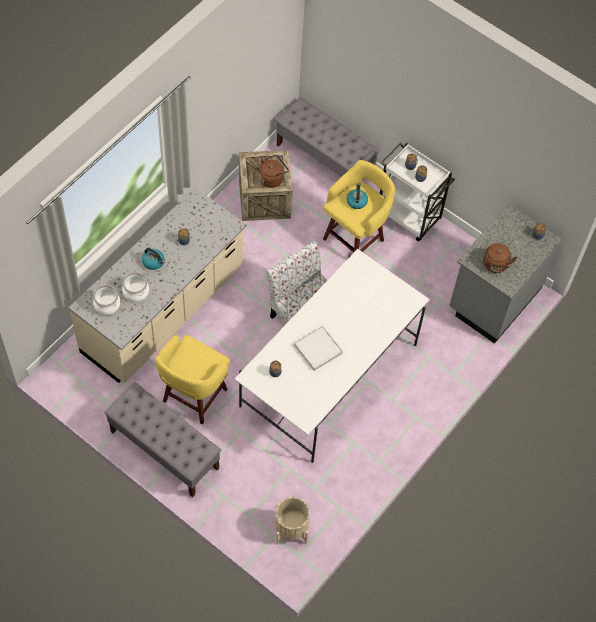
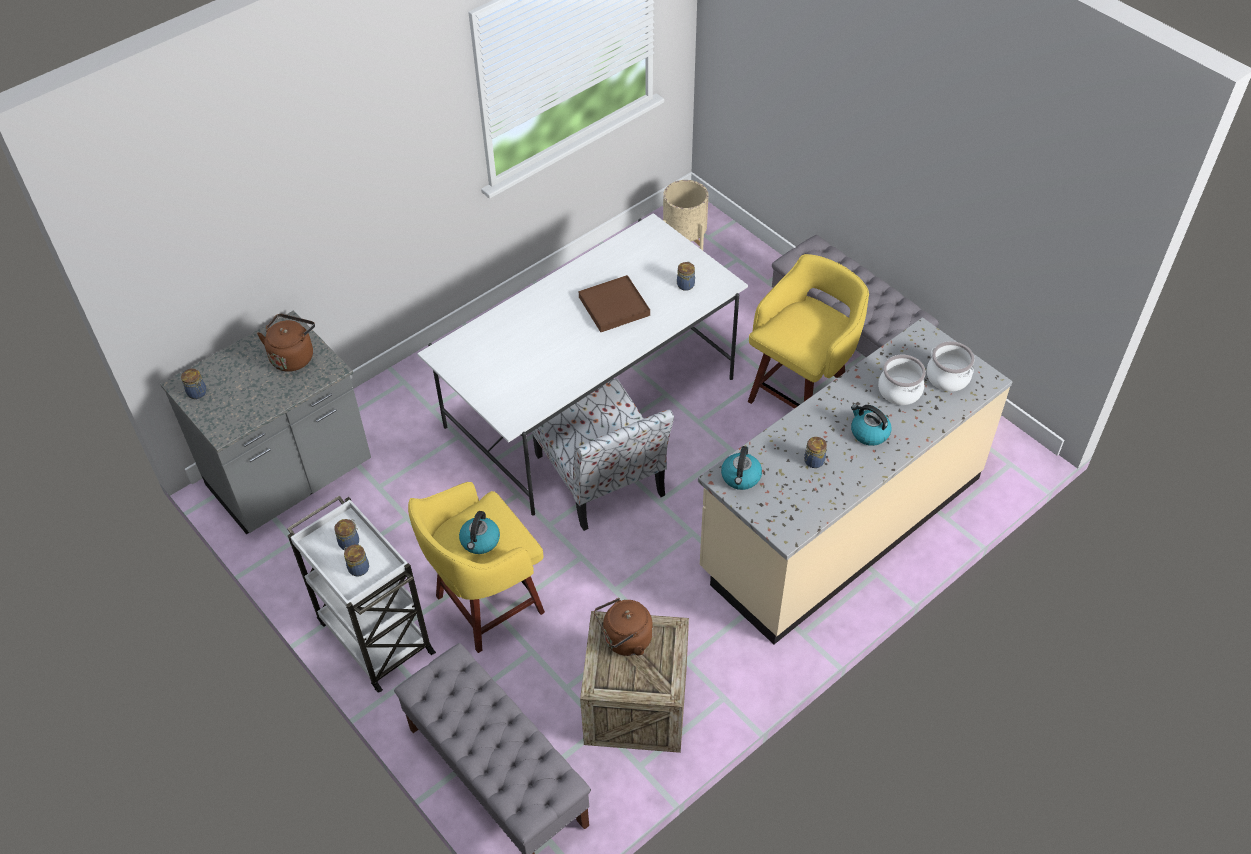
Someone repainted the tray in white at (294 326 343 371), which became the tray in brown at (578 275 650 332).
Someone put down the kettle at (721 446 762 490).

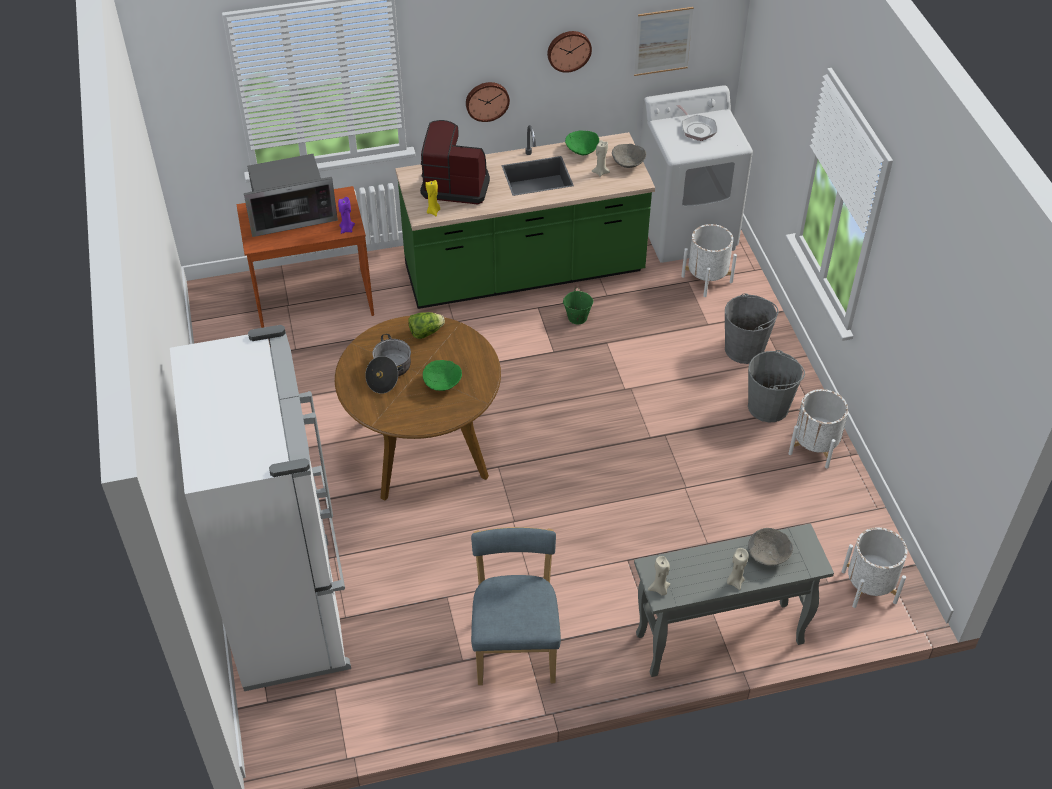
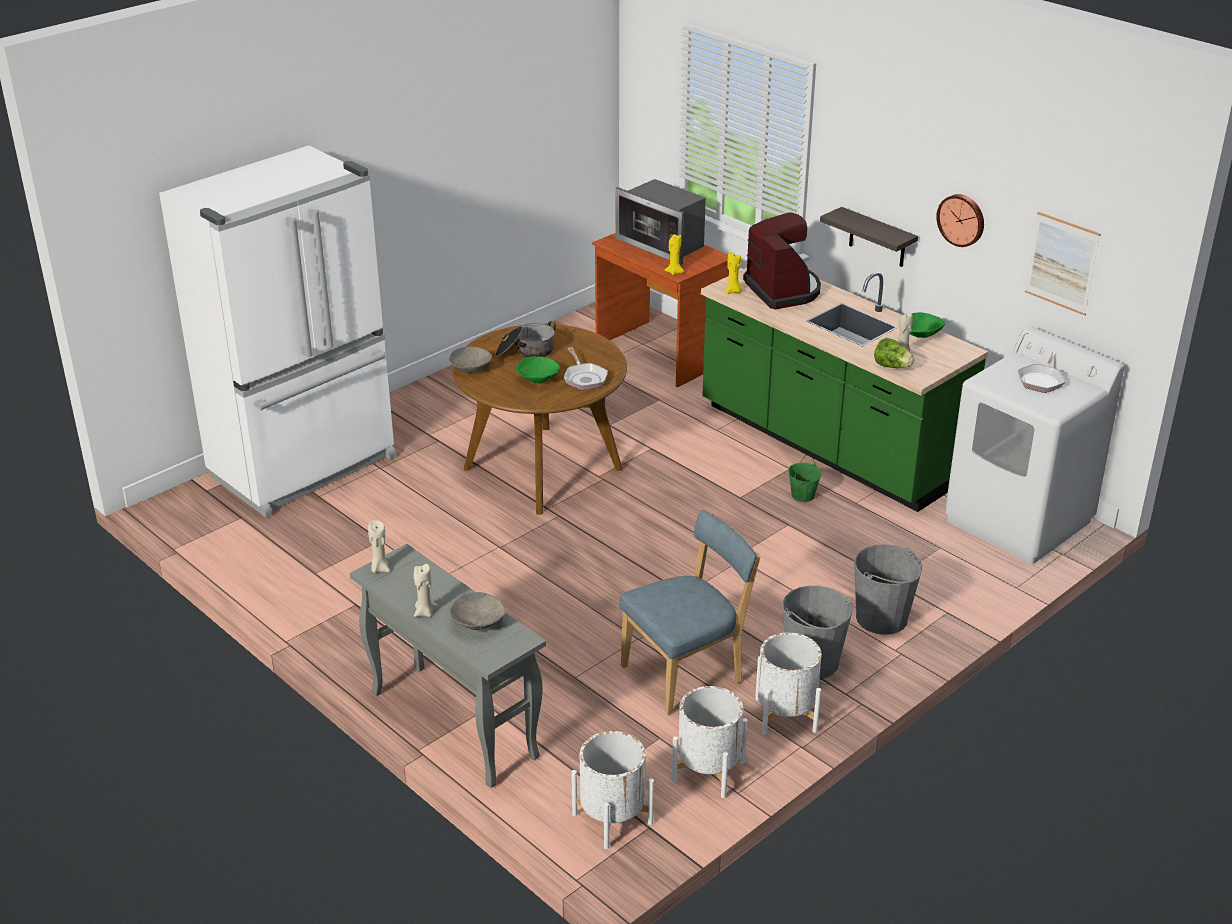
Someone swapped the wall clock at (466 82 510 122) for the shelf at (820 207 918 267).
Someone carried the bowl in grey from (612 144 646 168) to (449 347 492 373).
Someone repainted the candle in purple at (338 197 355 234), which became the candle in yellow at (664 234 684 275).
Someone carried the planter in white from (681 224 737 297) to (672 686 748 798).
Someone carried the lettuce from (408 312 445 339) to (874 338 914 368).
Someone carried the chair in blue from (471 527 561 685) to (619 510 760 715).
Someone put down the frying pan at (564 347 608 390).

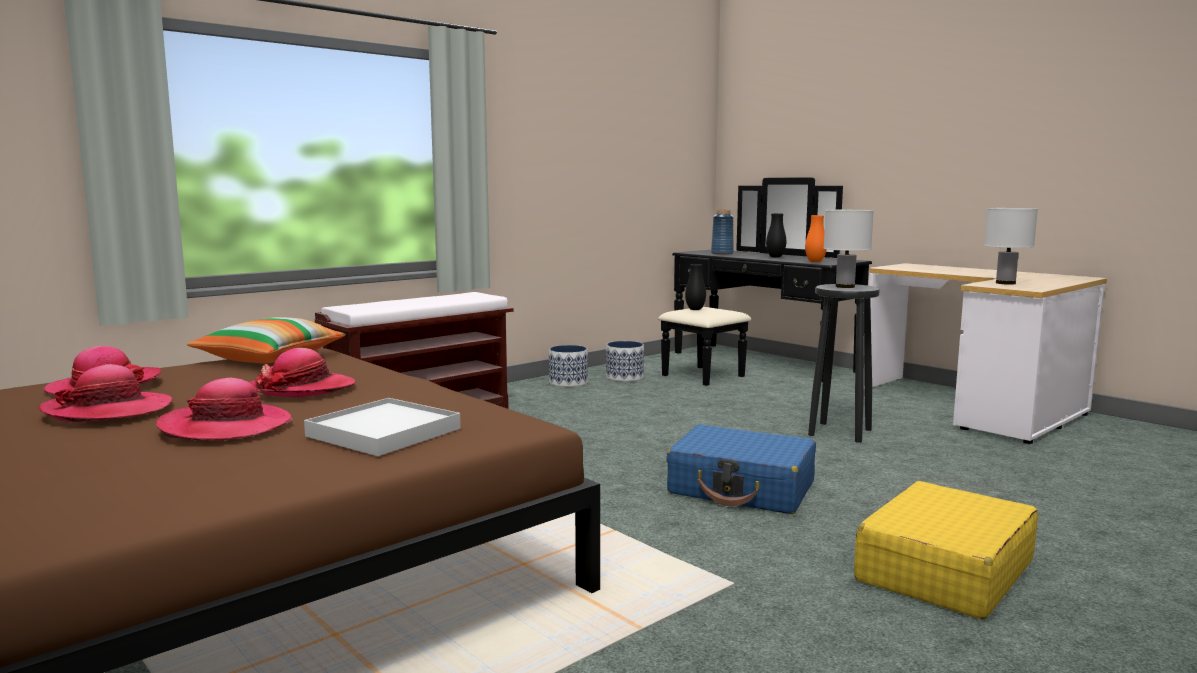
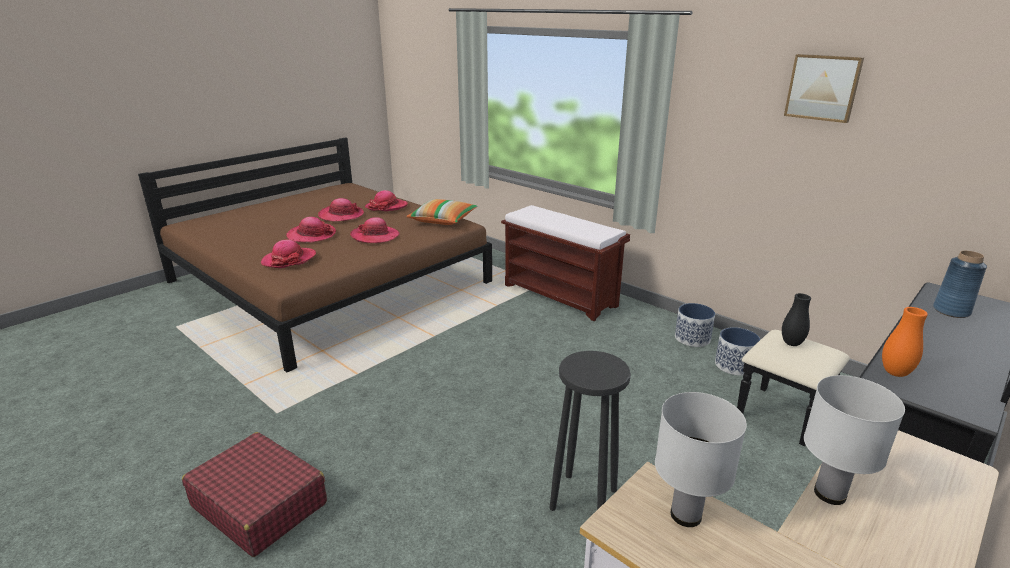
Someone carried the table lamp in white from (823 210 874 288) to (804 375 905 505).
Someone took away the vase in black at (766 213 786 257).
Someone swapped the tray in white at (304 398 461 456) for the hat at (261 239 316 268).
Someone took away the suitcase in blue at (666 424 816 514).
Someone repainted the suitcase in yellow at (854 481 1038 620), which became the suitcase in red at (182 432 327 557).
Someone put up the picture at (784 54 864 123).

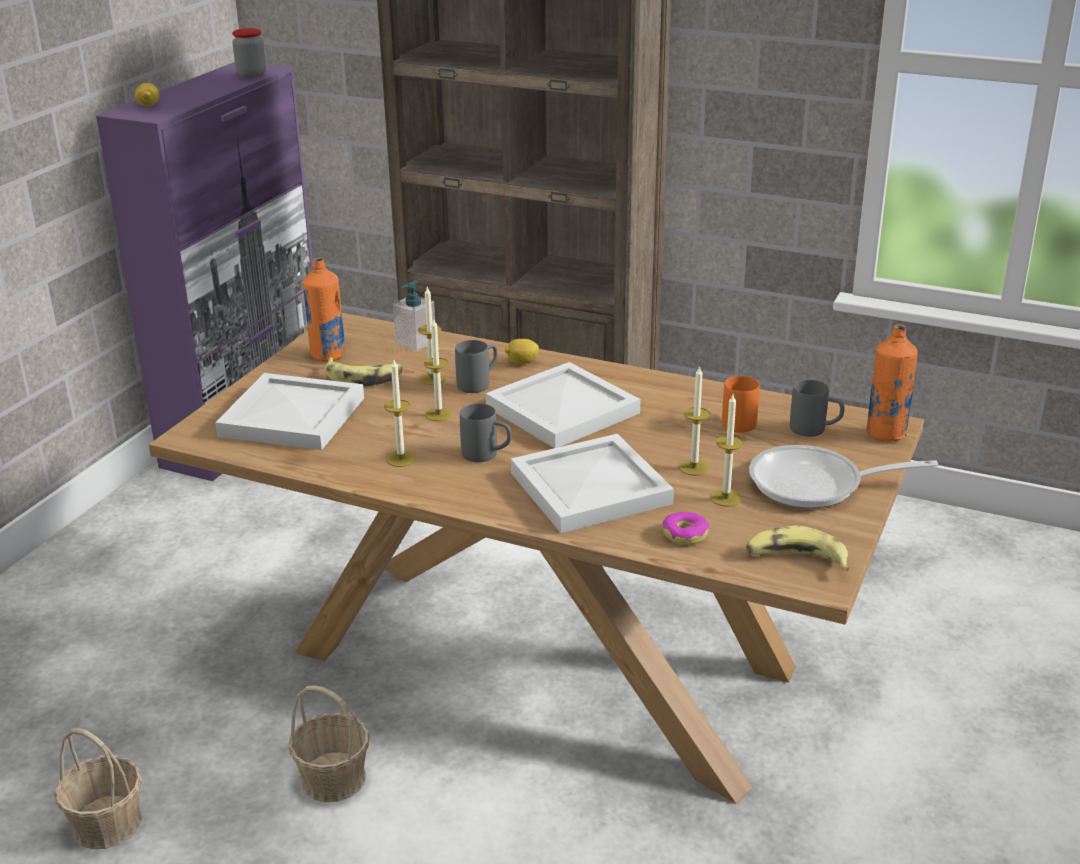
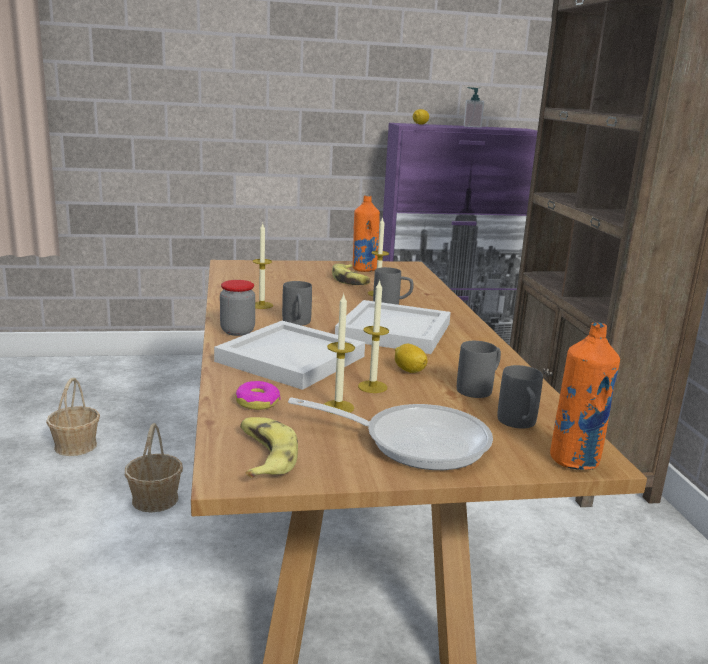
Someone carried the jar from (232 28 266 78) to (220 280 255 336).
Someone carried the soap dispenser from (393 280 435 351) to (464 87 484 128).
Someone took away the candle at (424 319 453 421).
Someone carried the lemon from (505 339 539 364) to (395 344 427 373).
Someone took away the tray in white at (215 373 364 450).
Someone repainted the mug in orange at (722 376 760 433), which became the mug in grey at (457 341 501 398).
Someone rotated the frying pan at (749 445 938 508) by 135 degrees clockwise.

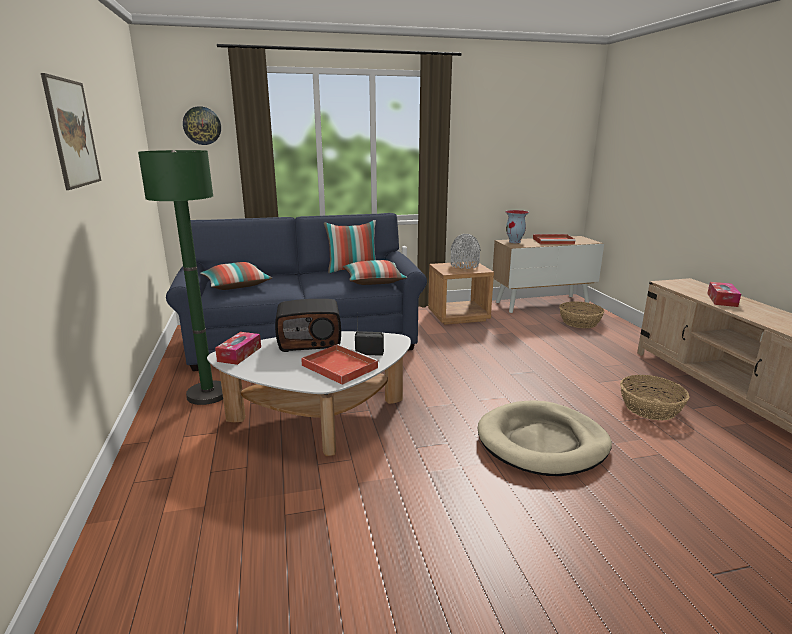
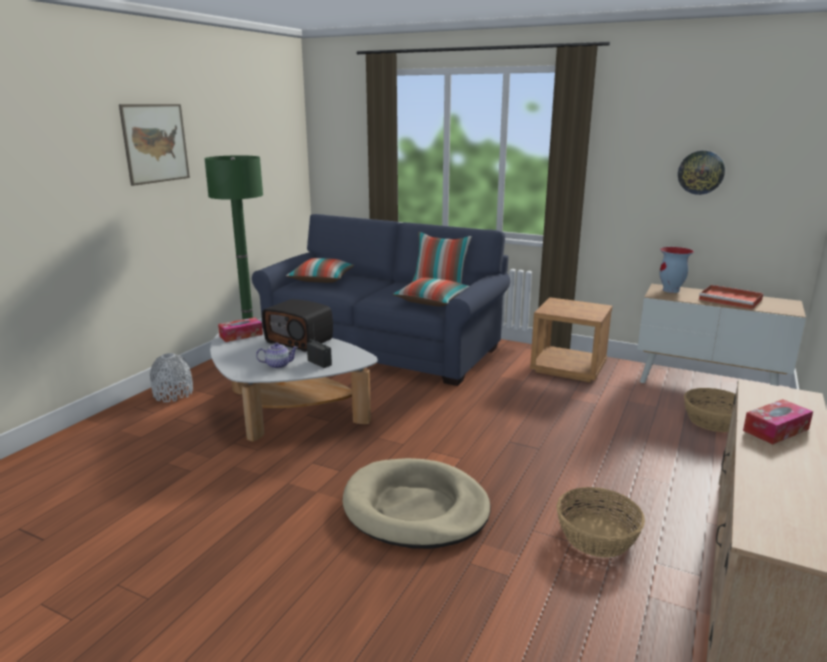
Someone carried the wall clock from (183 106 221 145) to (678 150 725 195).
Someone carried the vase in grey from (450 234 481 269) to (150 353 193 402).
Someone swapped the tray in red at (301 344 379 385) for the teapot at (256 342 298 369).

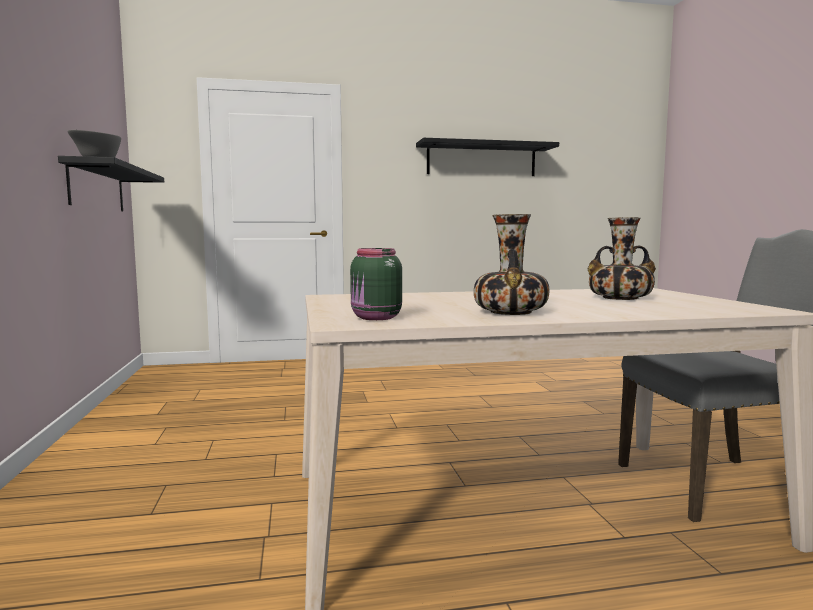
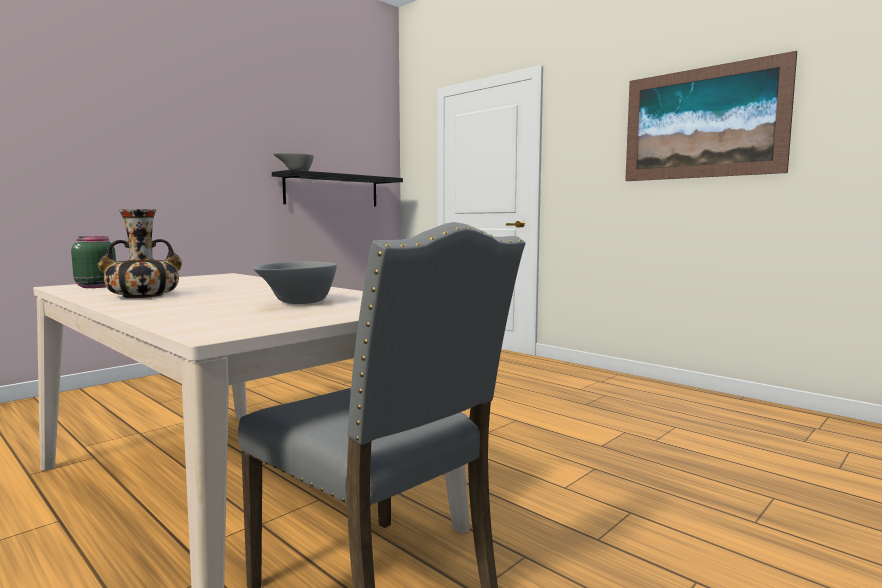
Someone swapped the shelf in black at (416 138 559 176) for the picture at (625 51 797 181).
Someone swapped the vase at (588 217 656 300) for the bowl in grey at (253 261 337 304).

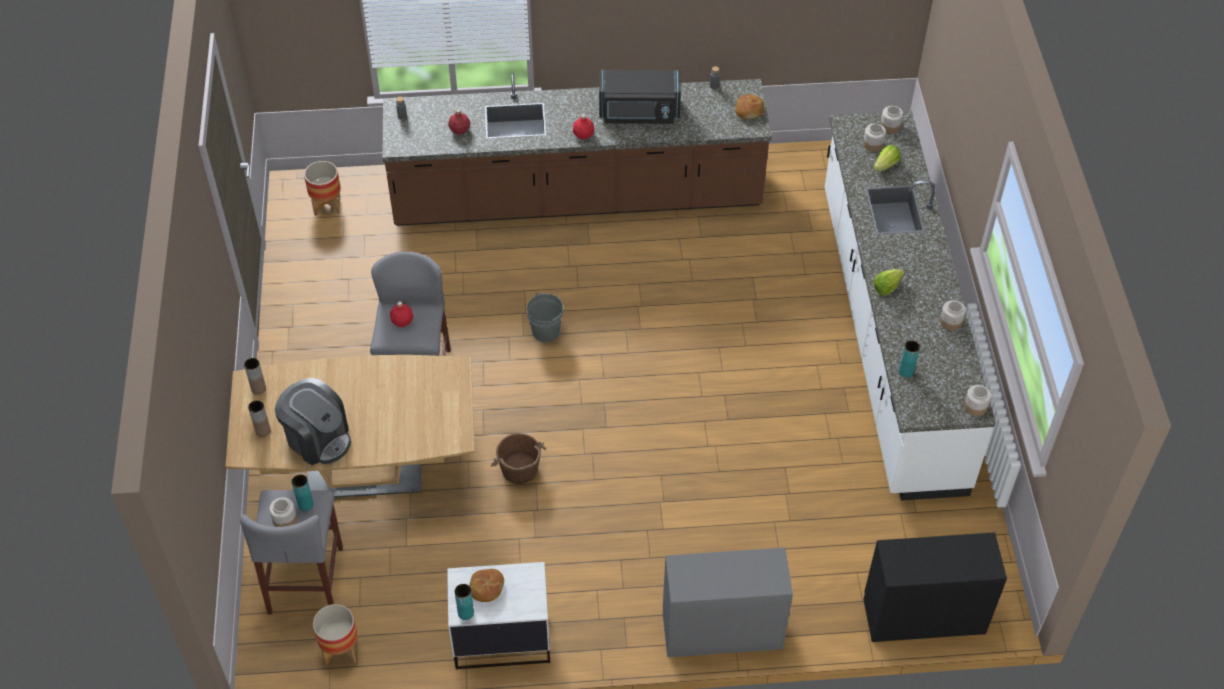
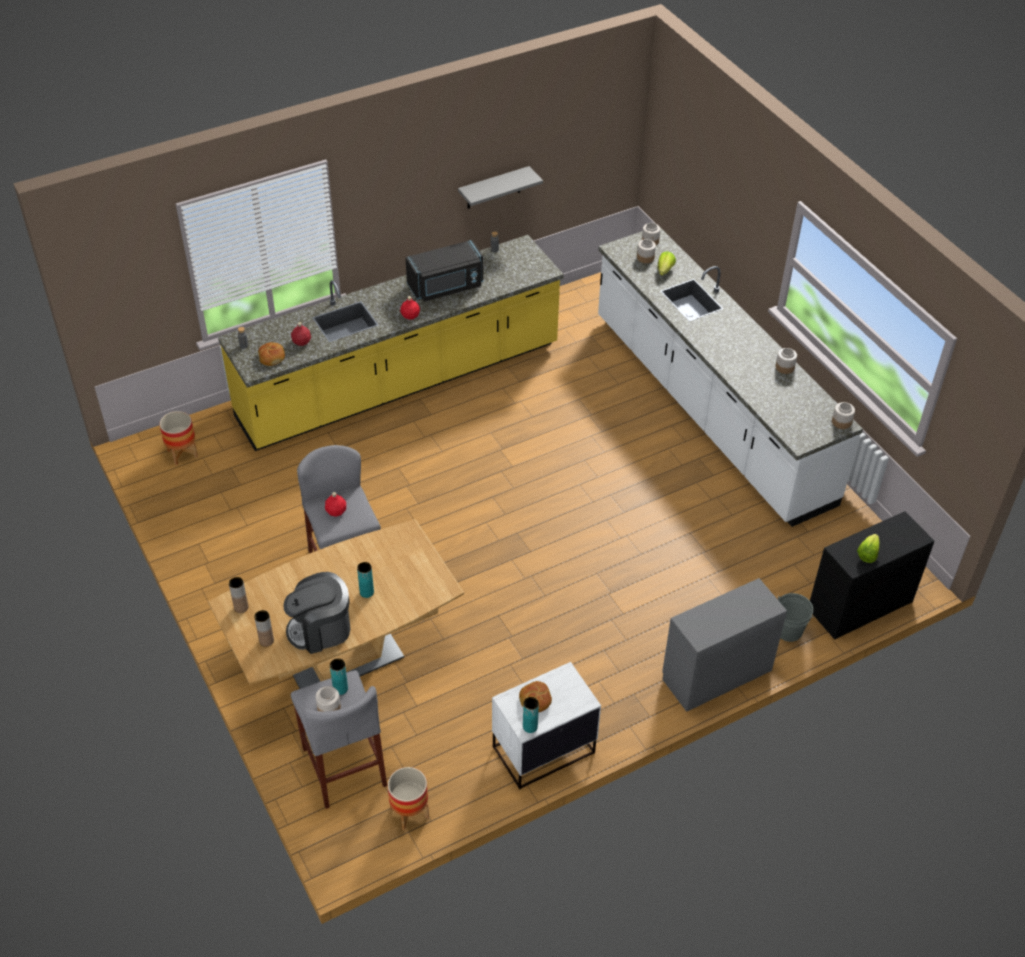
Someone repainted the counter in brown at (382 73 772 226), which became the counter in yellow at (218 235 564 451).
Someone carried the bread from (735 94 764 119) to (258 342 285 366).
Someone carried the lettuce from (873 269 905 296) to (857 534 879 563).
Someone carried the bucket in grey from (527 292 563 342) to (778 593 814 642).
Someone carried the vase in turquoise from (899 340 920 378) to (357 562 374 598).
Someone rotated the coffee machine at (275 378 351 465) by 150 degrees clockwise.
Someone took away the bucket in brown at (491 433 546 484).
Someone put up the shelf in grey at (458 166 543 209).

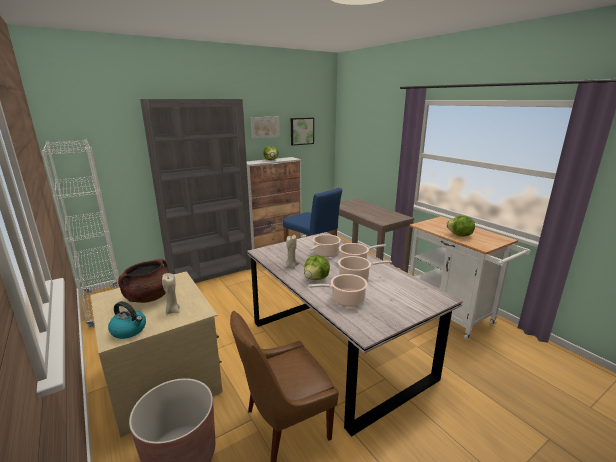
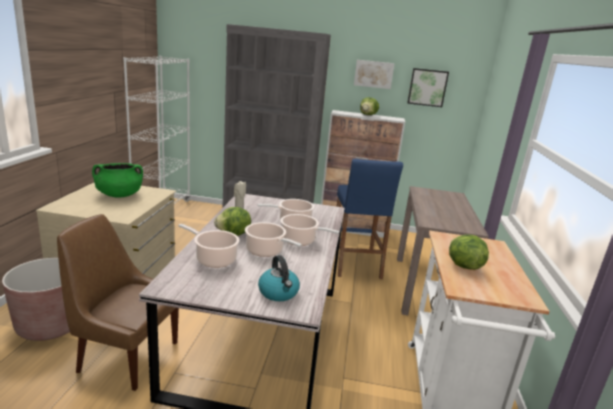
Someone repainted the cooking pot in brown at (118 259 169 303), which became the cooking pot in green at (92 163 143 198).
Someone took away the candle in beige at (162 273 180 314).
Someone carried the kettle from (108 301 146 339) to (258 255 300 301).

